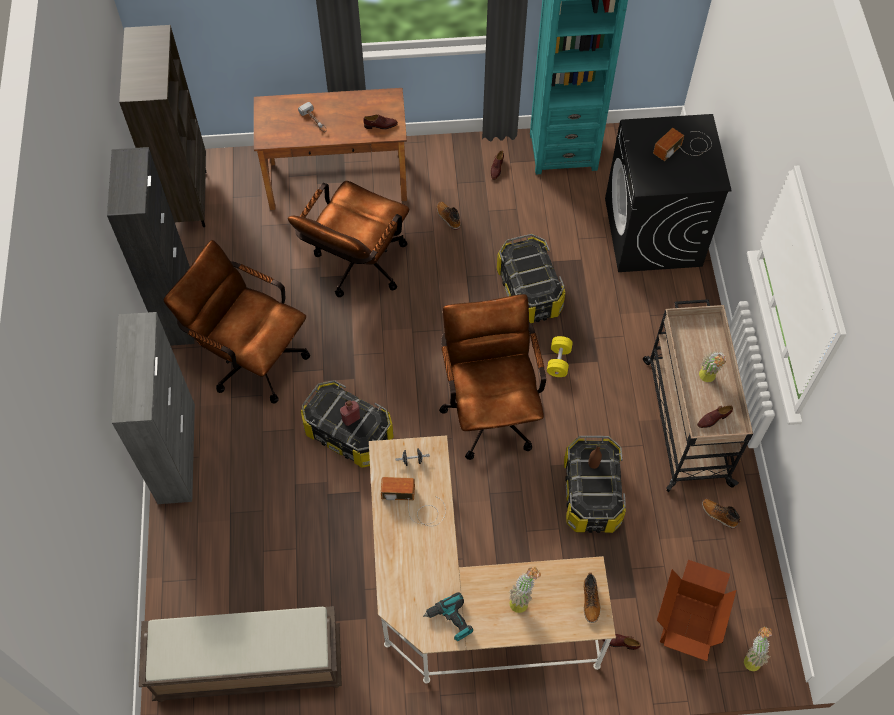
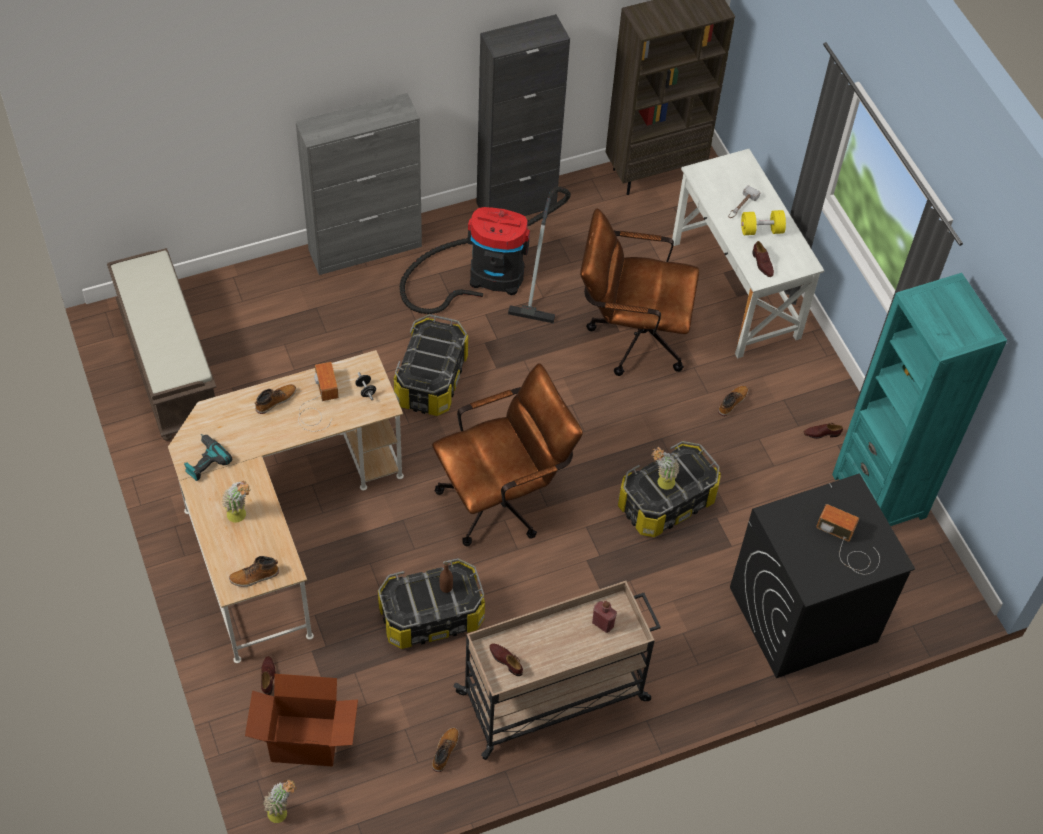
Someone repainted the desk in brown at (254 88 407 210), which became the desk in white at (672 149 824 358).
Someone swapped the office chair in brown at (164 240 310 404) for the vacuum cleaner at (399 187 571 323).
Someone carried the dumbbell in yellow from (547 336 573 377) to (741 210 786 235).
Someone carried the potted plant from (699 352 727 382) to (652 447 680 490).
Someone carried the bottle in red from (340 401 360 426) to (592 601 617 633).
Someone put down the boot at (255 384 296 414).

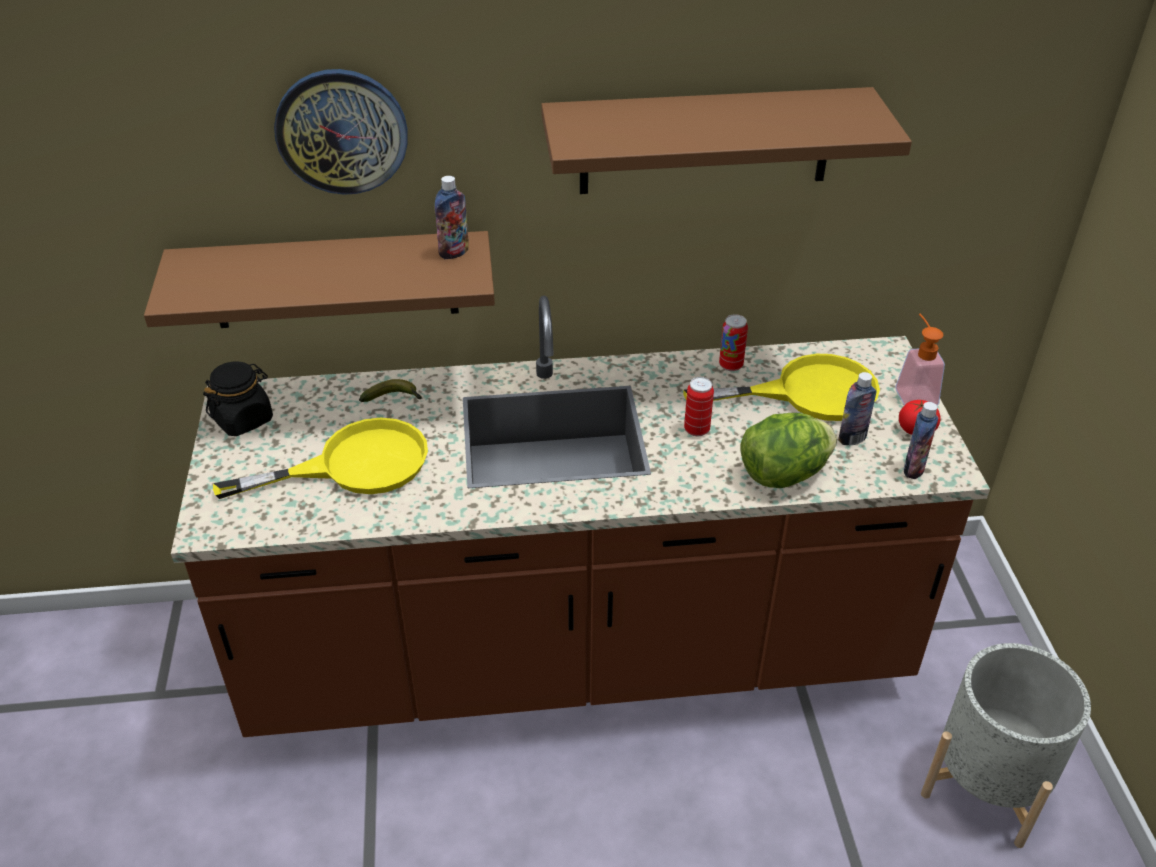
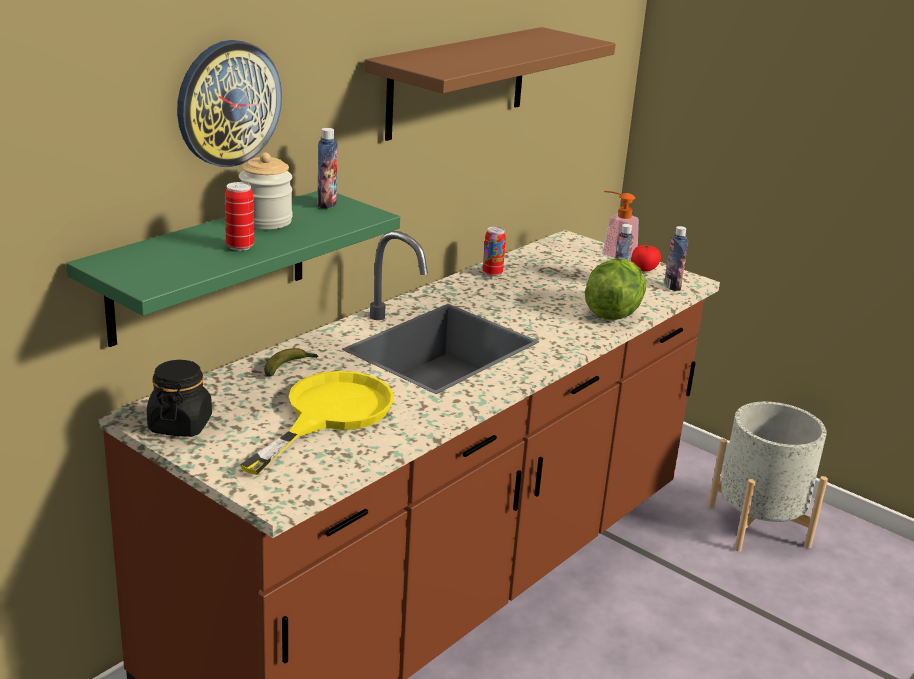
Someone repainted the shelf in brown at (144 231 495 328), which became the shelf in green at (66 191 400 347).
Someone took away the frying pan in yellow at (683 354 880 421).
Someone carried the can from (684 377 714 436) to (225 182 254 251).
Someone put down the jar at (239 152 293 229).

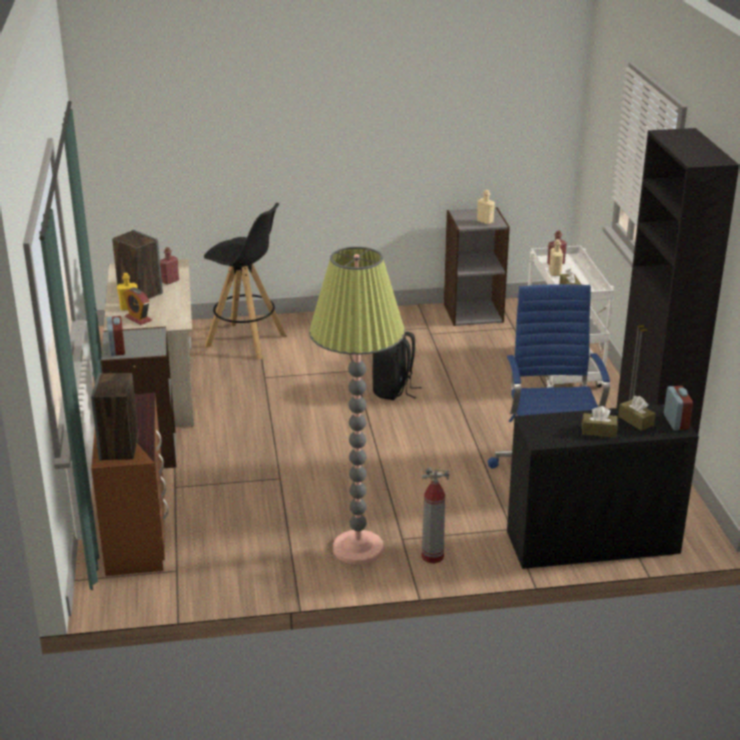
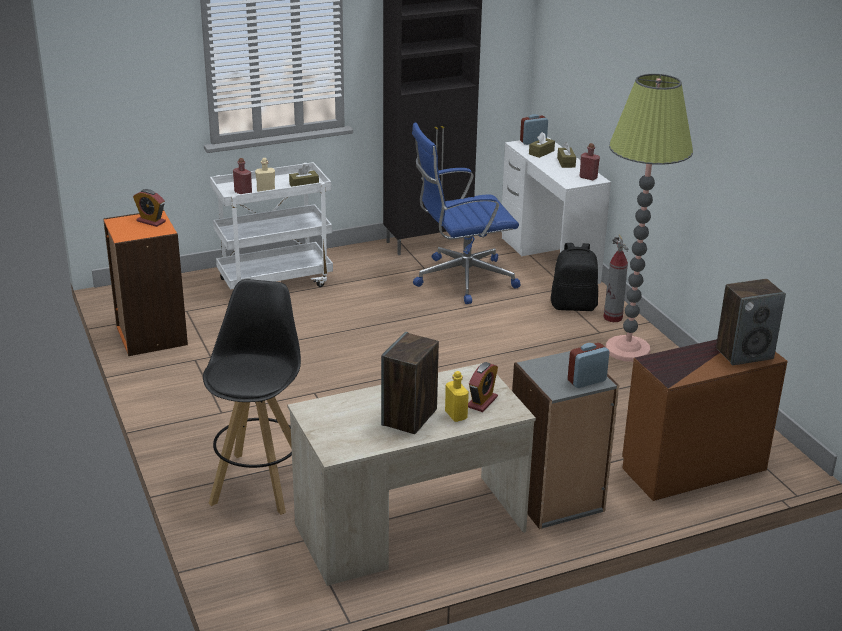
Someone swapped the bottle in beige at (477 190 495 224) for the alarm clock at (133 189 166 227).
Someone repainted the bookcase in grey at (444 207 510 326), which became the bookcase in orange at (103 209 188 356).
Someone carried the bottle in red from (160 247 179 285) to (580 143 600 180).
Someone carried the backpack in black from (372 332 421 400) to (551 243 598 311).
Someone repainted the desk in black at (507 404 699 569), which became the desk in white at (502 137 611 284).

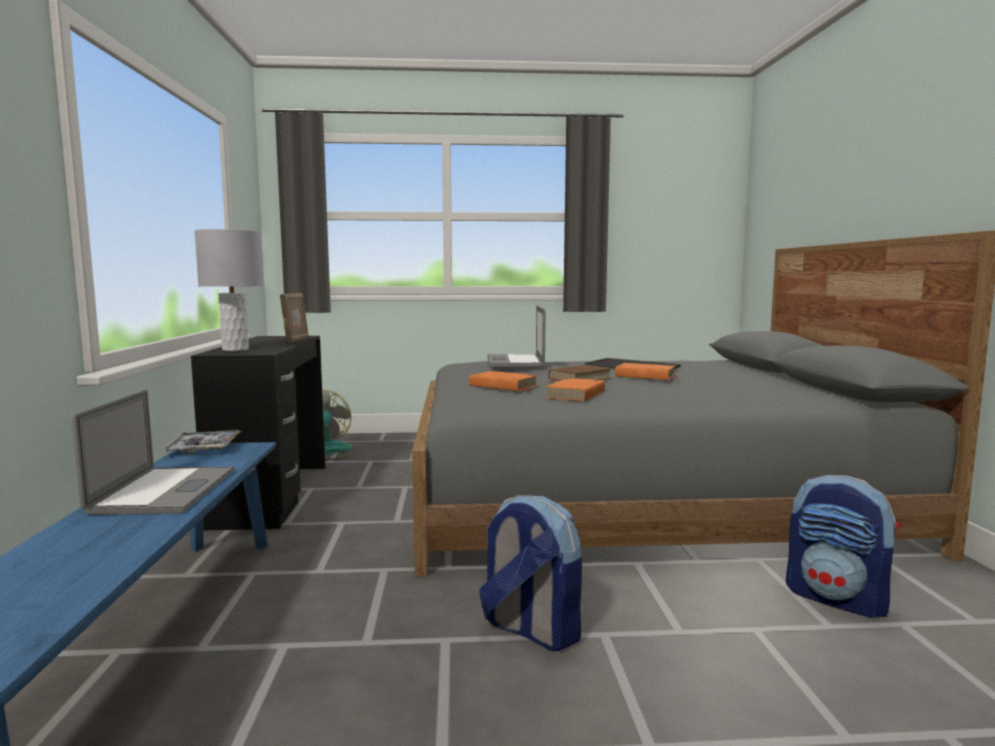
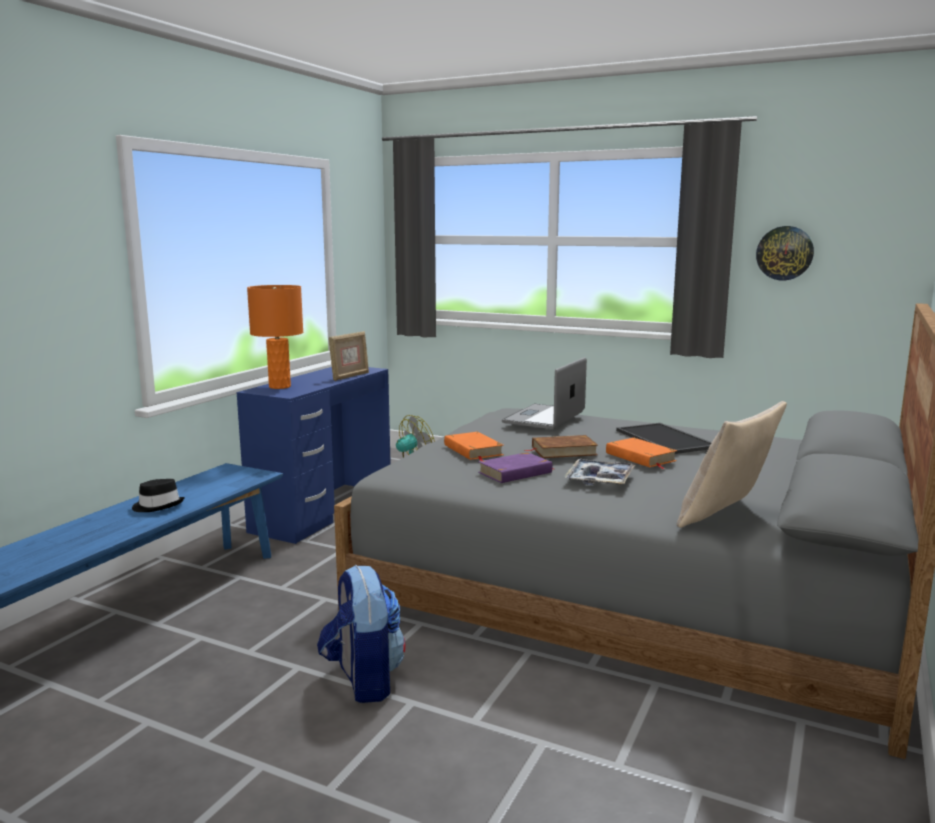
Someone repainted the table lamp in grey at (195 229 264 351), which became the table lamp in orange at (247 285 303 389).
Someone repainted the desk in black at (191 336 325 530), which became the desk in blue at (237 367 391 544).
Someone repainted the book in orange at (545 378 605 401), which became the book in purple at (478 452 554 483).
Someone swapped the laptop at (72 390 235 515) for the hat in black at (132 479 185 512).
Someone carried the tray from (161 430 241 454) to (564 459 635 485).
Someone took away the backpack at (786 475 901 618).
Someone put up the wall clock at (756 226 814 281).
Someone put down the pillow in beige at (677 401 787 528).

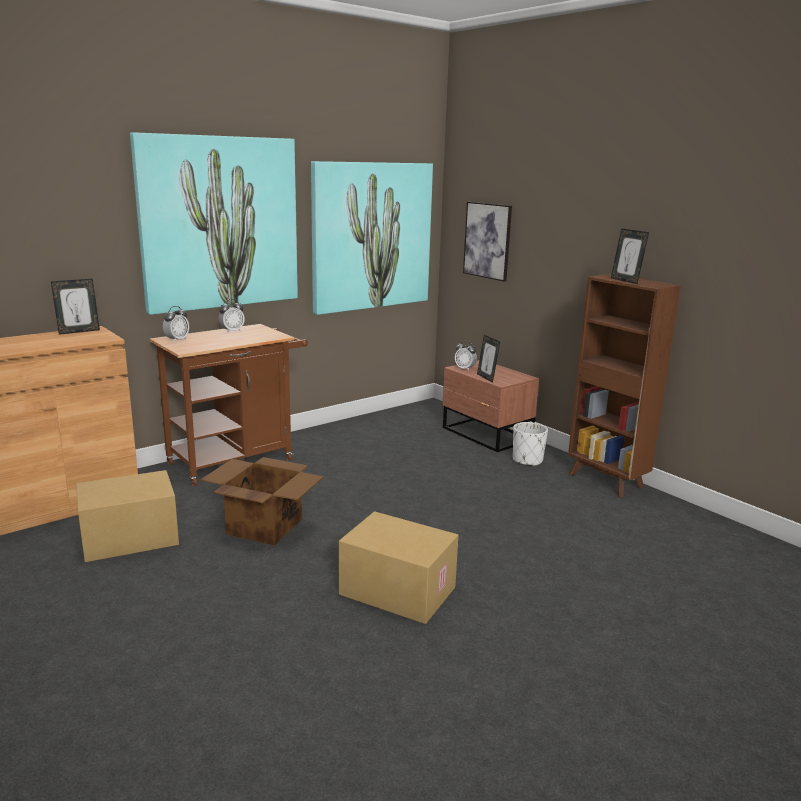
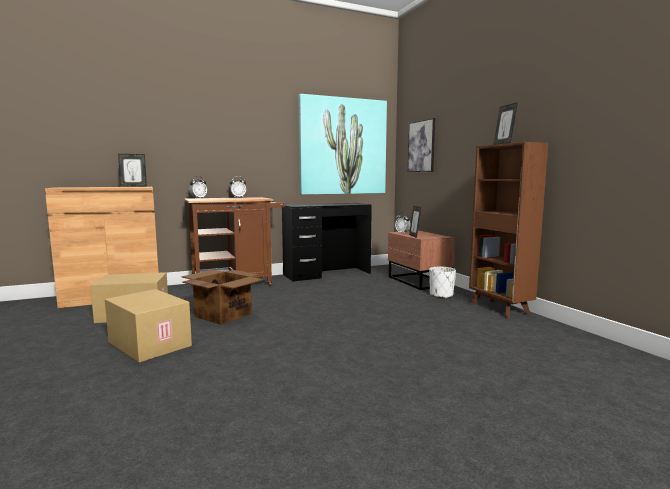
Someone took away the picture at (130 133 298 315).
Someone carried the cardboard box from (339 511 458 624) to (105 289 192 363).
Someone put down the desk in black at (282 203 372 281).

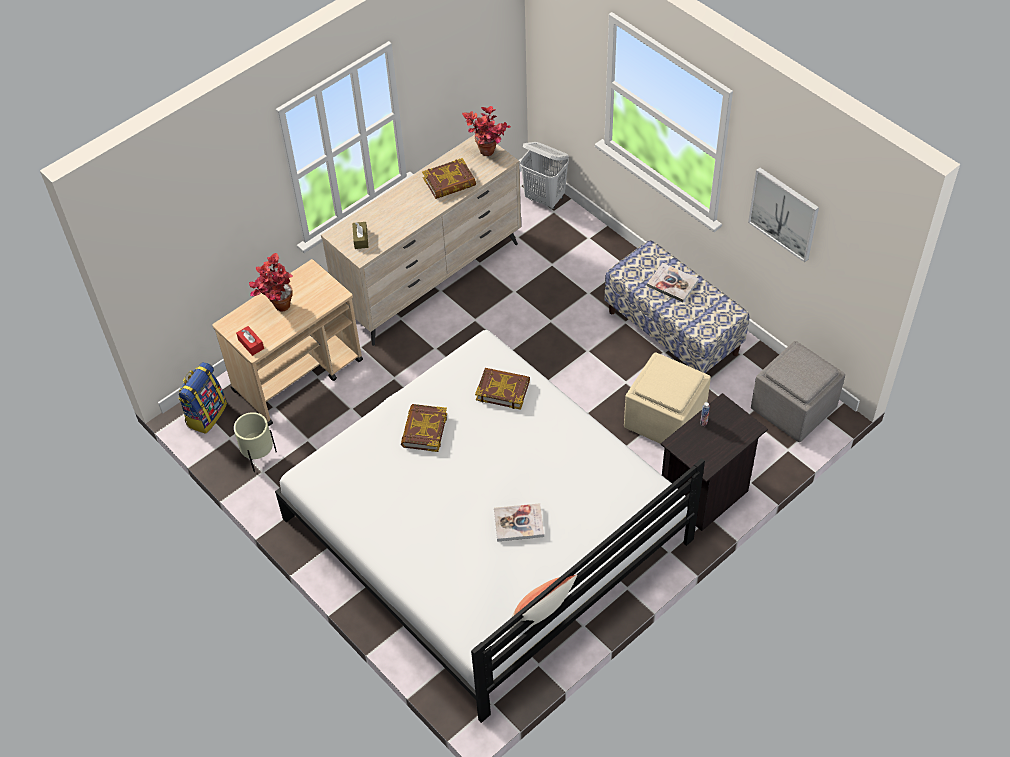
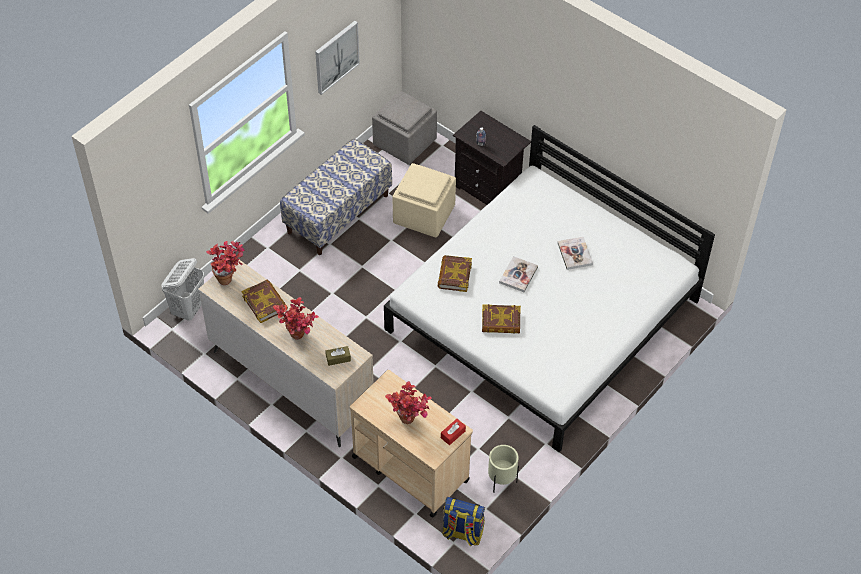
Someone carried the book from (647 263 699 302) to (499 256 538 292).
Someone took away the pillow at (509 575 577 630).
Someone put down the potted plant at (273 297 319 339).

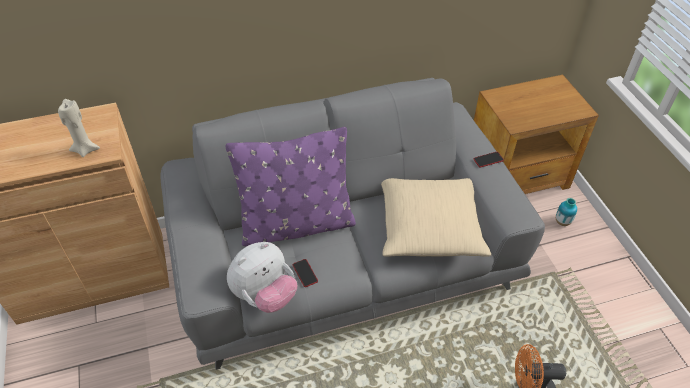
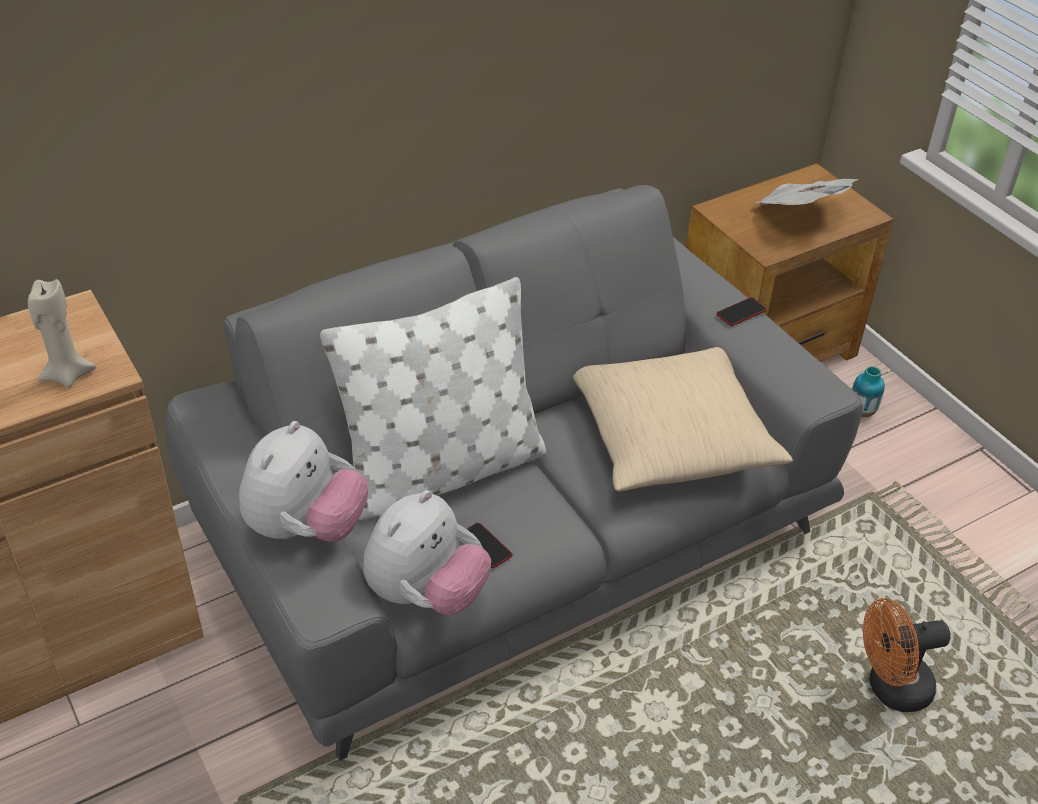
Someone repainted the pillow in purple at (225 127 356 246), which became the pillow in white at (320 277 546 520).
Someone put down the newspaper at (755 179 859 205).
Someone put down the plush toy at (239 421 368 542).

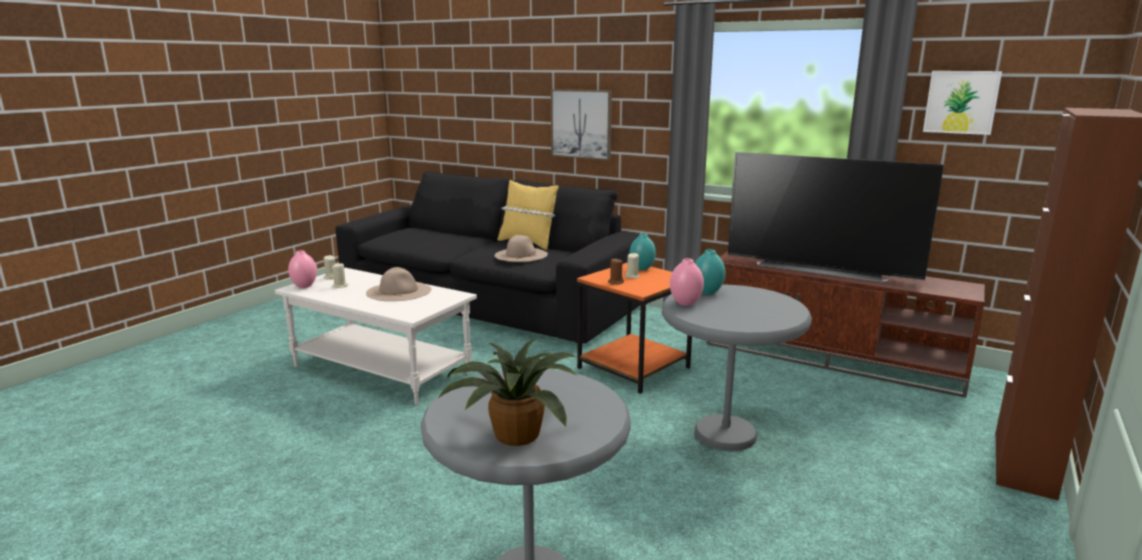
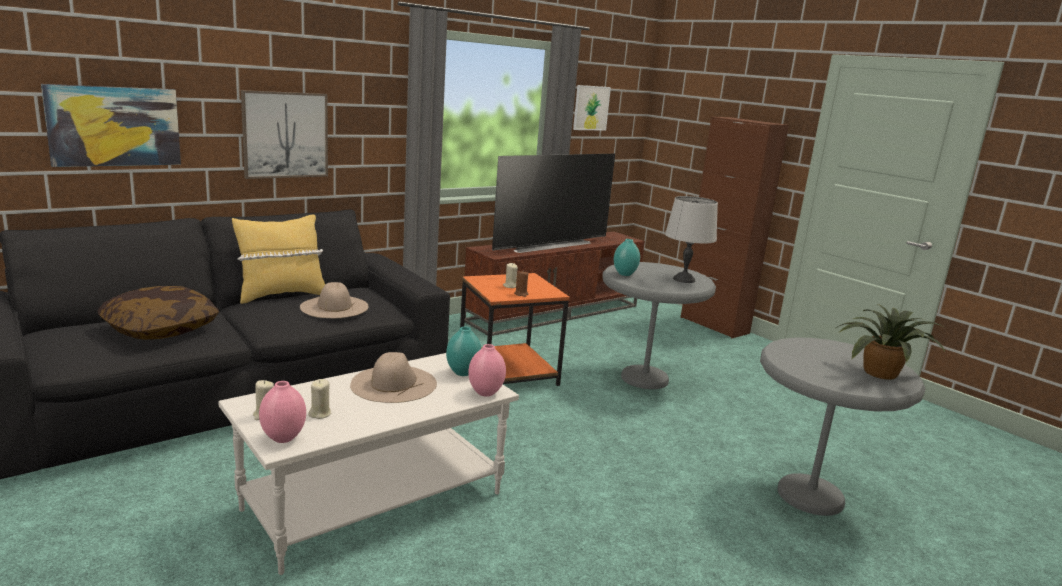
Someone carried the vase in turquoise from (630 233 656 270) to (446 327 482 376).
Someone carried the vase in pink from (670 258 704 306) to (468 344 506 397).
Someone put up the picture at (41 84 181 167).
Someone put down the table lamp in grey at (665 196 718 283).
Someone put down the pillow at (97 286 219 340).

